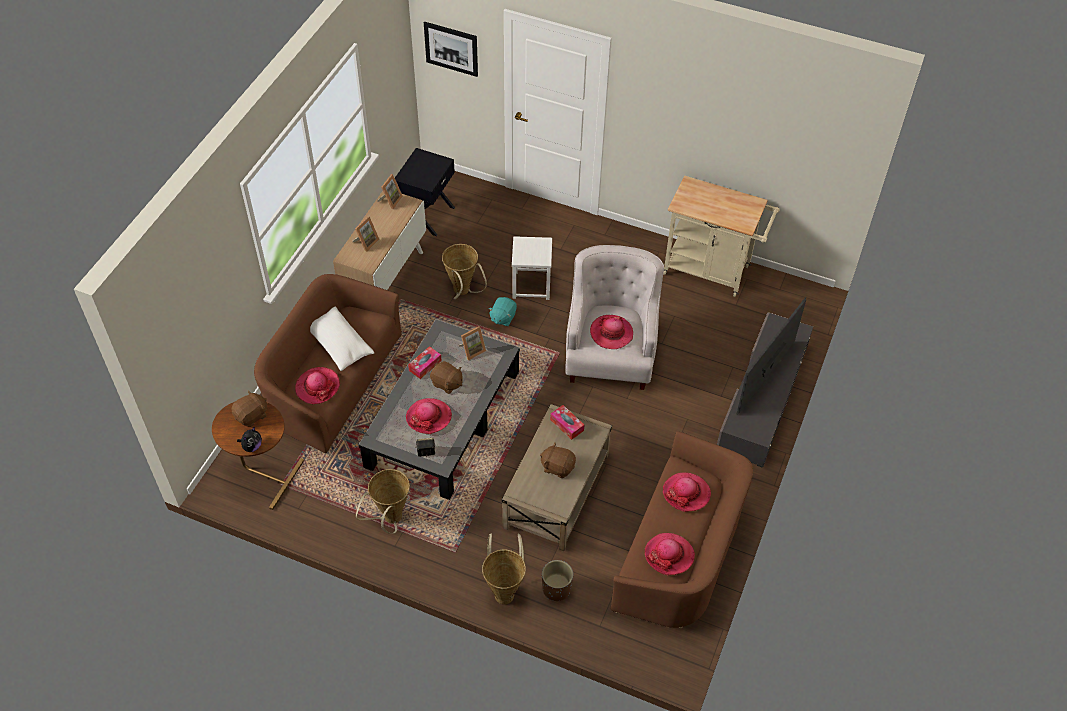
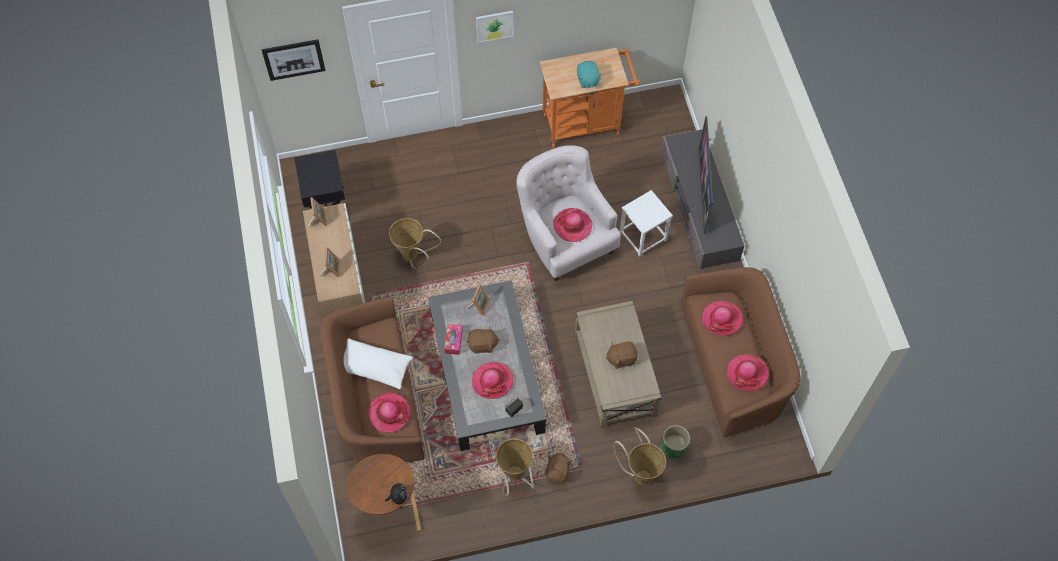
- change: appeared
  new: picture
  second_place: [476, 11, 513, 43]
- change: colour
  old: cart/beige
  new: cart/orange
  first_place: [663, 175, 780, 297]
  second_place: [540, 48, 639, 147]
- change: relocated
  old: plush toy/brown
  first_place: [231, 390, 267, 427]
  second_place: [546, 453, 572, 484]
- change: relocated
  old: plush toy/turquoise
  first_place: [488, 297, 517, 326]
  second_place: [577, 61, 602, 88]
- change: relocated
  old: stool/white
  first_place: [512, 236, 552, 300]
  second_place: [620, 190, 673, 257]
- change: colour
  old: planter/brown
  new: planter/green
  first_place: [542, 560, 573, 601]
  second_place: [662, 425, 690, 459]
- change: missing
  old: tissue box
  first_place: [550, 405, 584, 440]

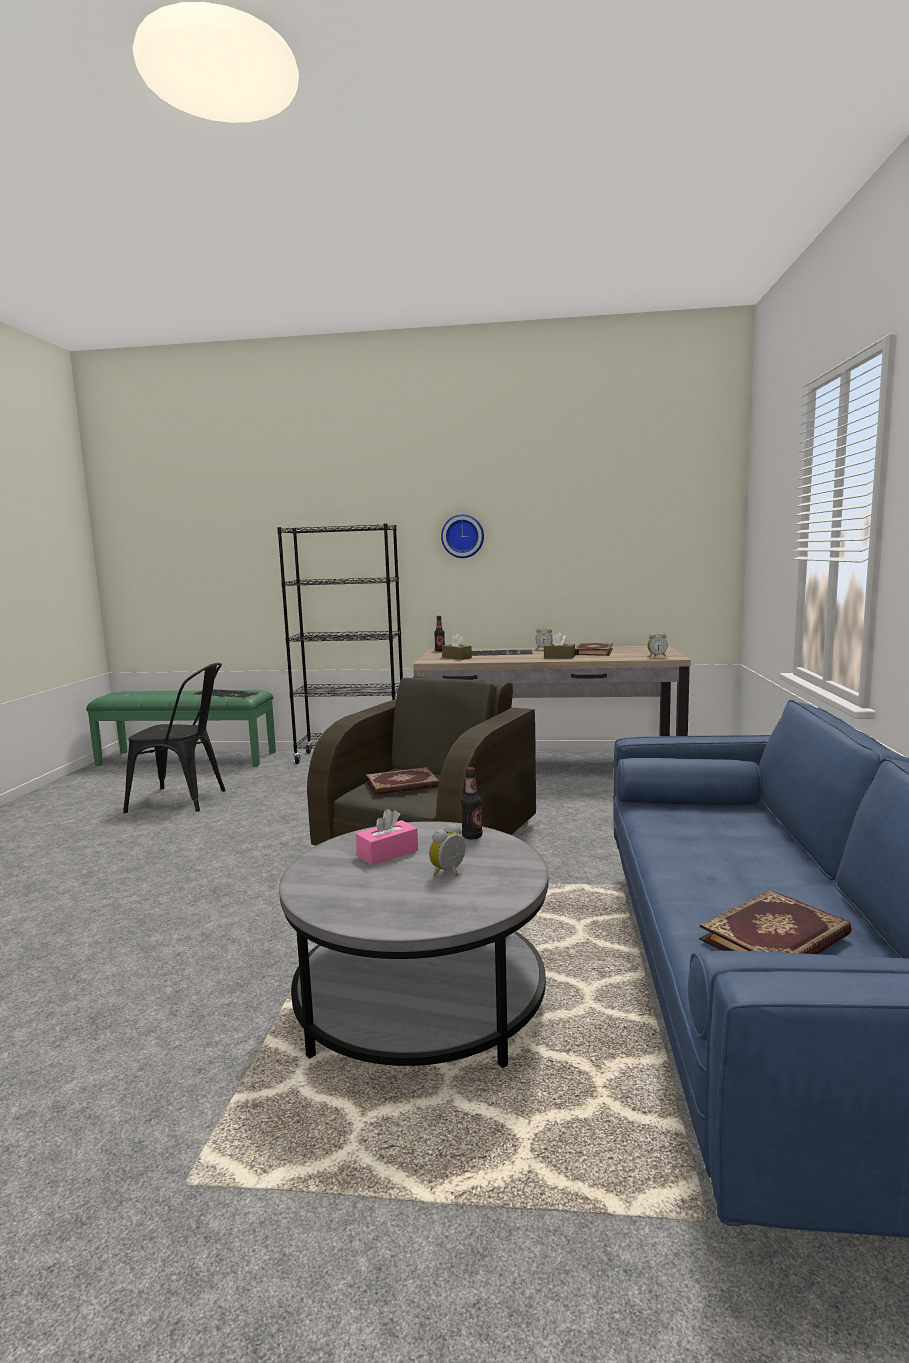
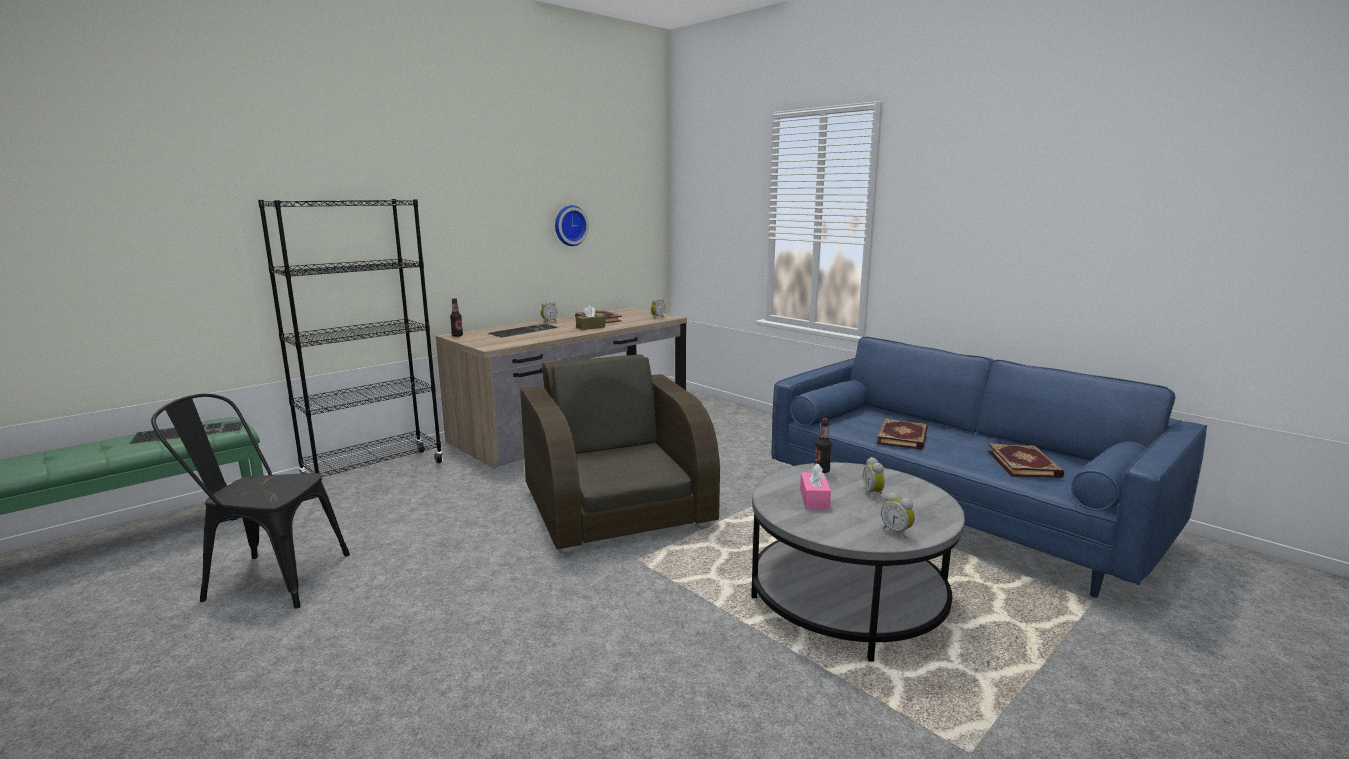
- change: spun
  old: chair/black
  first_place: [123, 663, 226, 813]
  second_place: [151, 393, 350, 609]
  degrees: -135
- change: relocated
  old: wall clock
  first_place: [441, 514, 484, 558]
  second_place: [555, 205, 589, 246]
- change: relocated
  old: book
  first_place: [366, 767, 439, 796]
  second_place: [877, 418, 928, 450]
- change: appeared
  new: alarm clock
  second_place: [881, 492, 915, 538]
- change: missing
  old: tissue box/brown
  first_place: [442, 634, 472, 660]

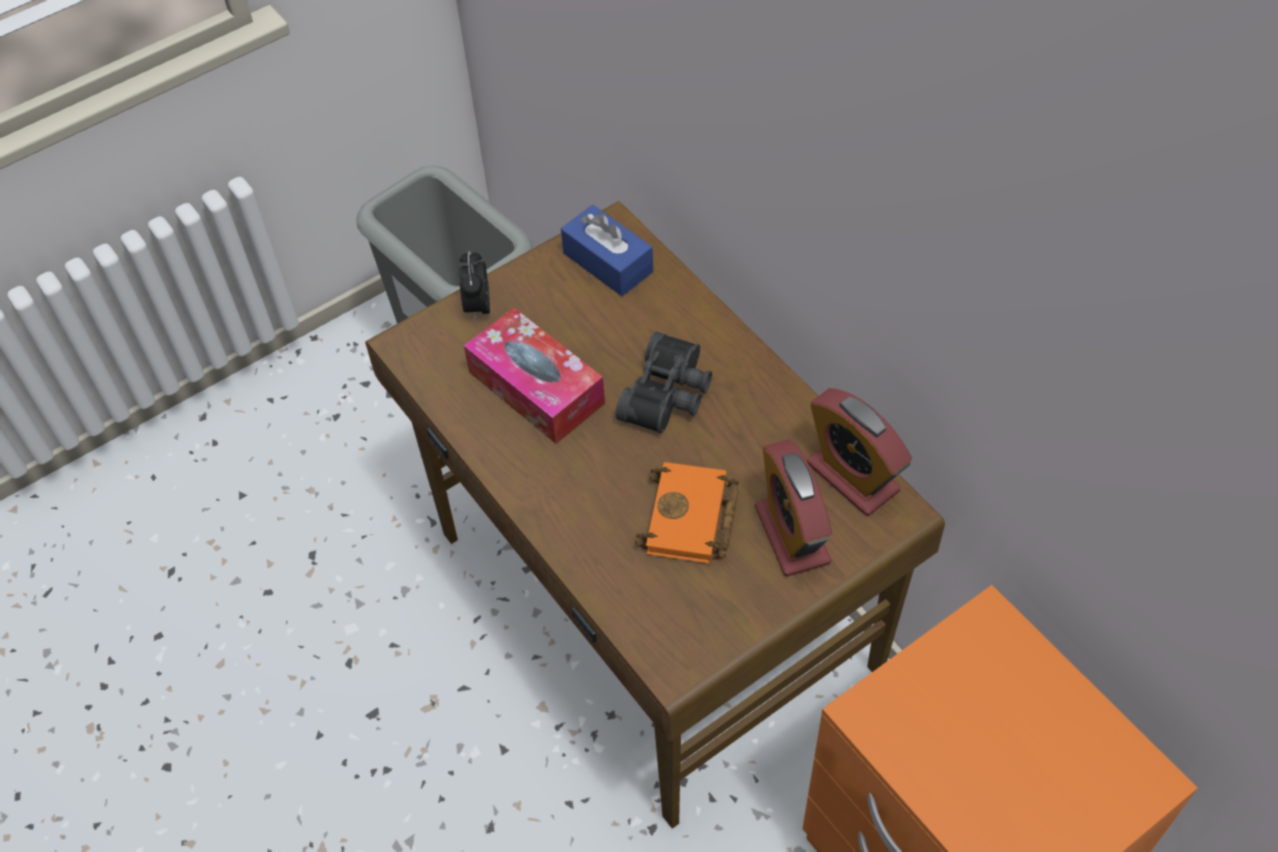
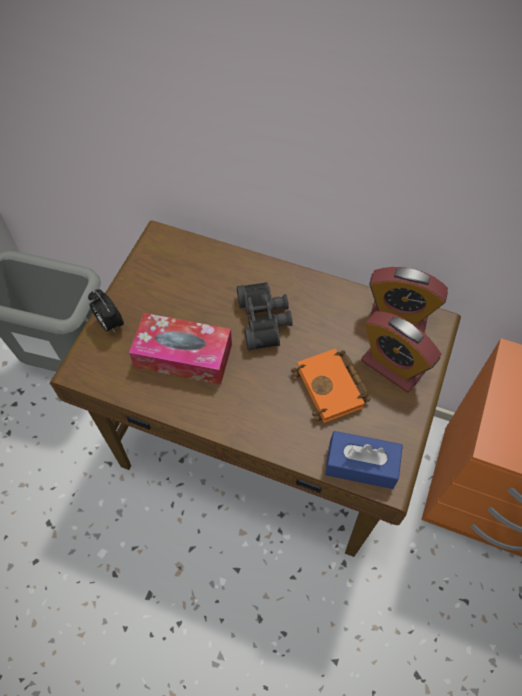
- change: relocated
  old: tissue box/blue
  first_place: [561, 205, 653, 296]
  second_place: [325, 431, 403, 489]

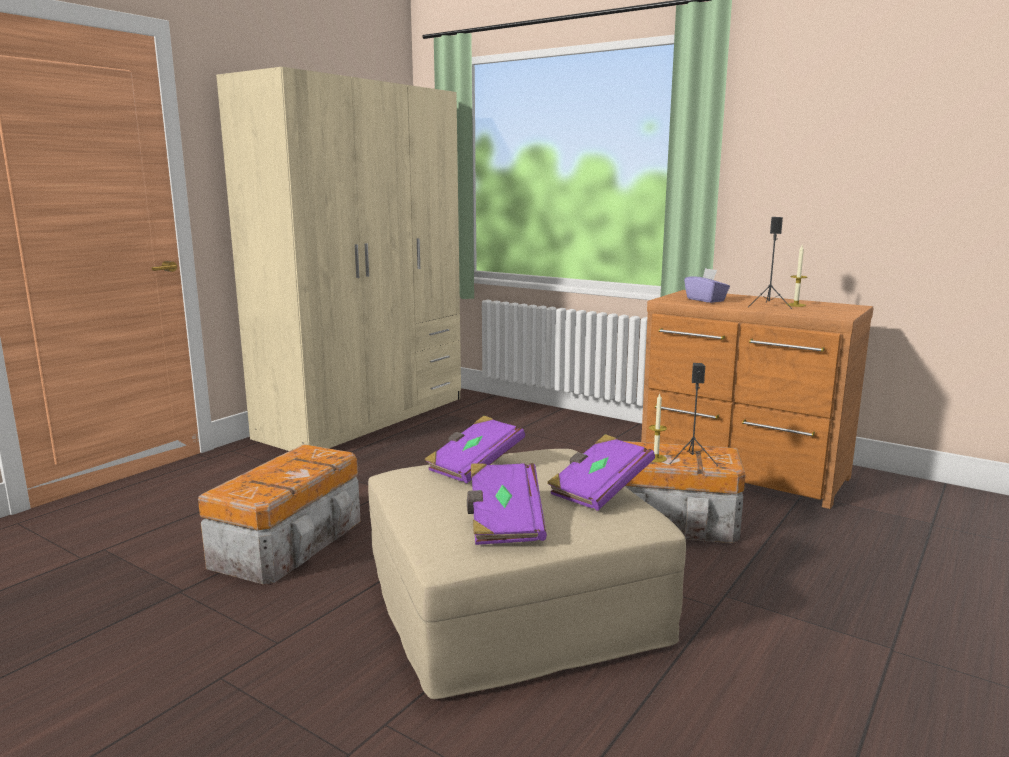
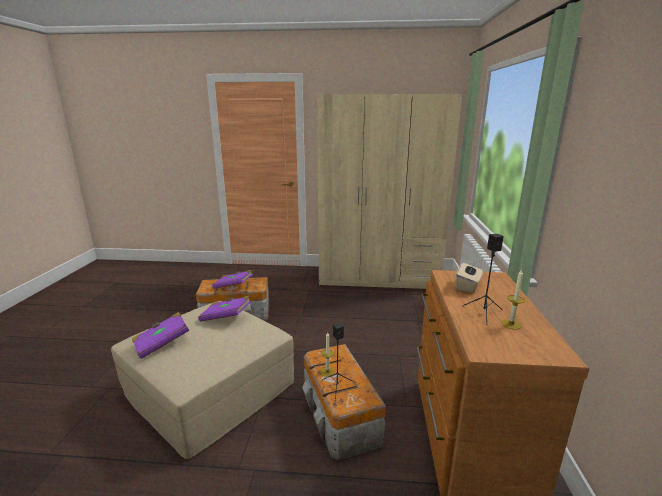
- change: relocated
  old: book/purple
  first_place: [547, 434, 655, 511]
  second_place: [212, 270, 253, 289]
- change: colour
  old: tissue box/purple
  new: tissue box/beige
  first_place: [684, 268, 730, 303]
  second_place: [456, 262, 483, 293]

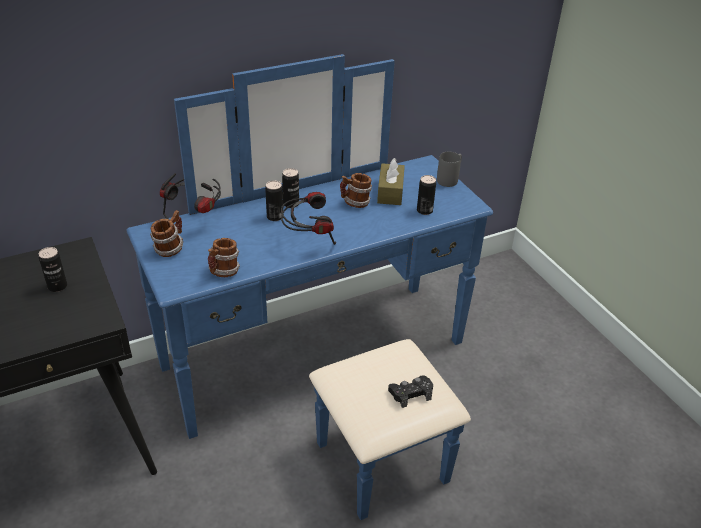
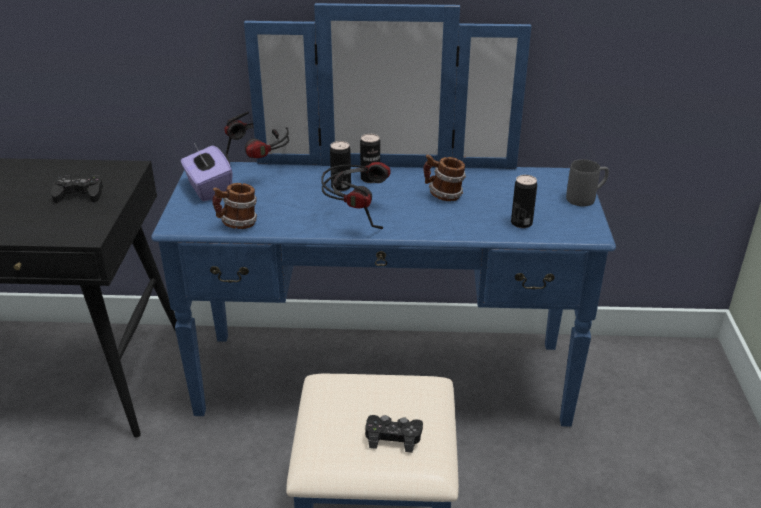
- change: exchanged
  old: can
  new: game controller/black
  first_place: [39, 247, 67, 292]
  second_place: [51, 175, 103, 203]
- change: exchanged
  old: mug
  new: tissue box/purple
  first_place: [150, 210, 183, 257]
  second_place: [181, 143, 233, 201]
- change: missing
  old: tissue box/brown
  first_place: [377, 158, 405, 205]

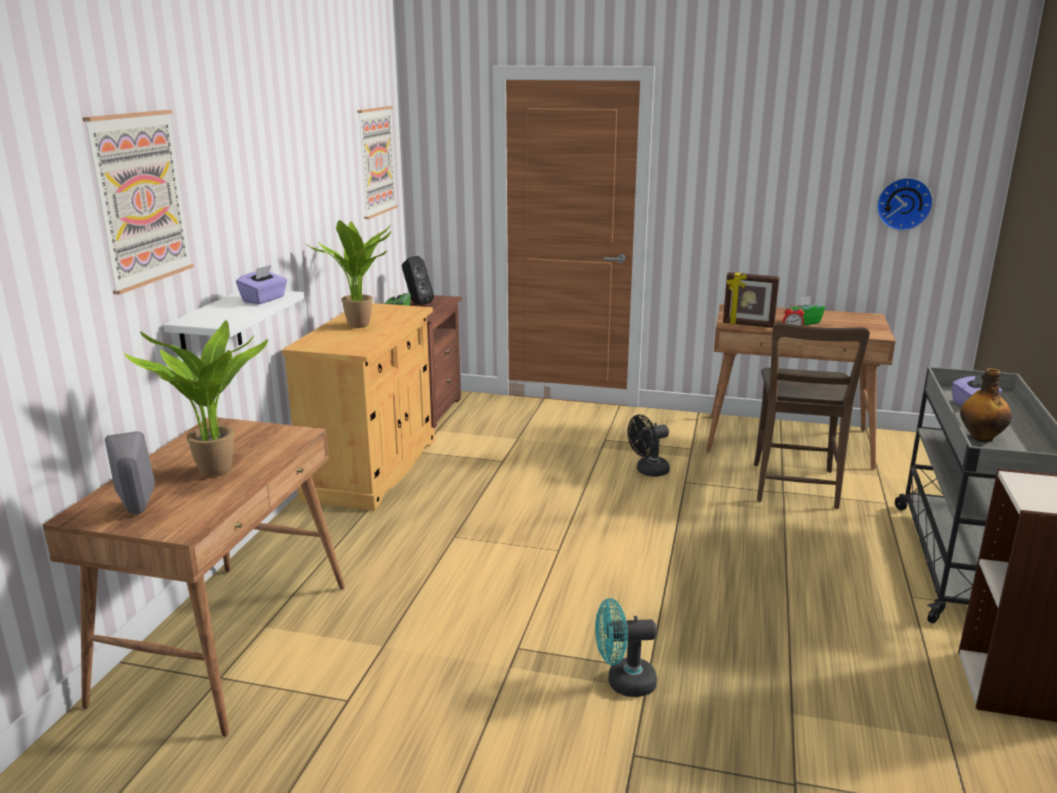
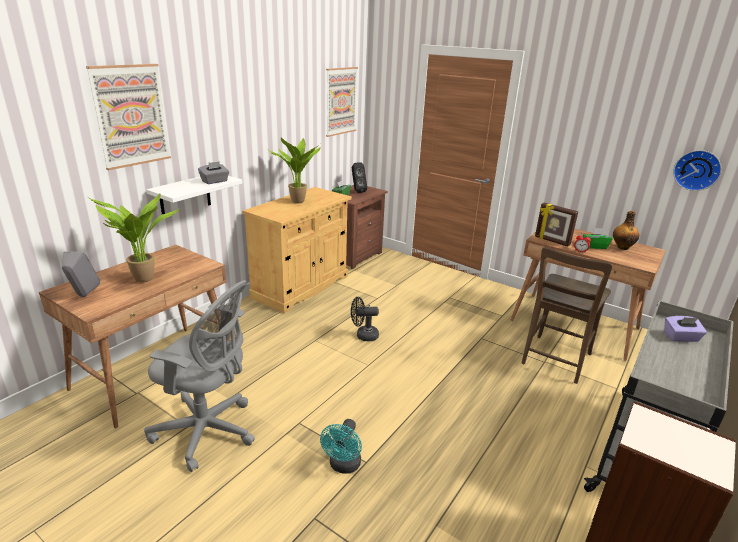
- change: appeared
  new: office chair/grey
  second_place: [144, 280, 255, 472]
- change: colour
  old: tissue box/purple
  new: tissue box/grey
  first_place: [236, 265, 287, 304]
  second_place: [198, 161, 229, 184]
- change: spun
  old: fan/turquoise
  first_place: [595, 598, 657, 697]
  second_place: [320, 419, 362, 474]
  degrees: -90
- change: relocated
  old: fan/black
  first_place: [628, 415, 670, 477]
  second_place: [351, 297, 379, 341]
- change: relocated
  old: bottle
  first_place: [960, 368, 1012, 442]
  second_place: [613, 211, 639, 250]

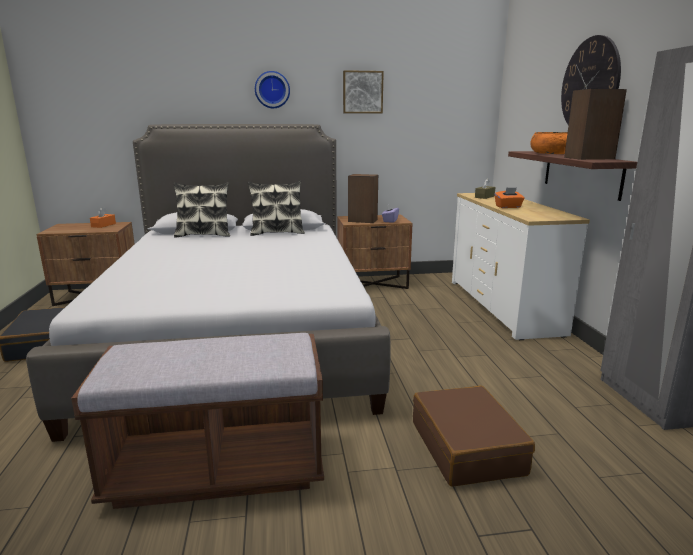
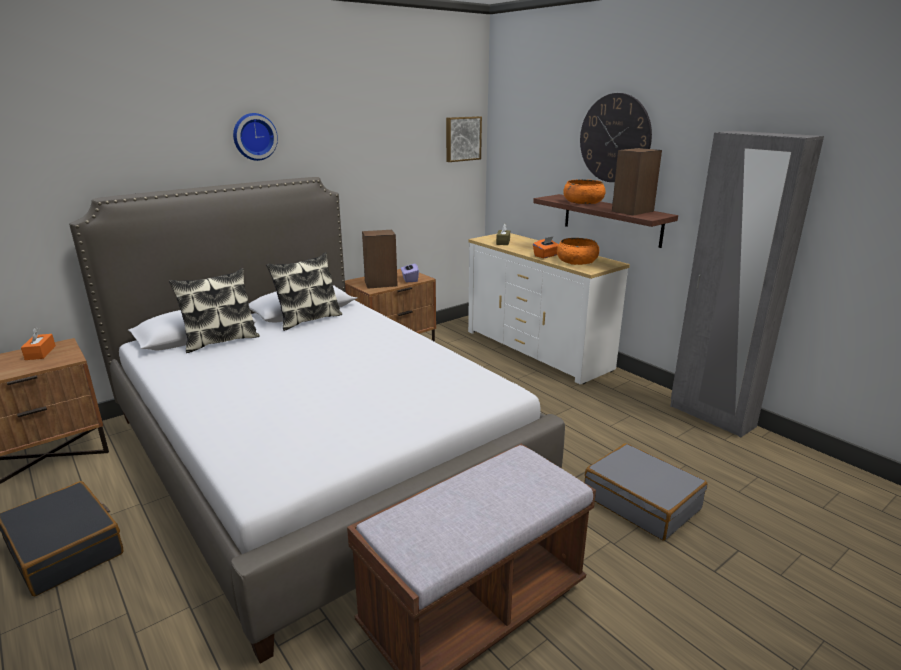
- change: relocated
  old: picture
  first_place: [343, 70, 384, 113]
  second_place: [446, 116, 482, 162]
- change: appeared
  new: bowl/orange
  second_place: [557, 238, 599, 265]
- change: colour
  old: suitcase/brown
  new: suitcase/grey
  first_place: [413, 386, 535, 487]
  second_place: [584, 443, 707, 540]

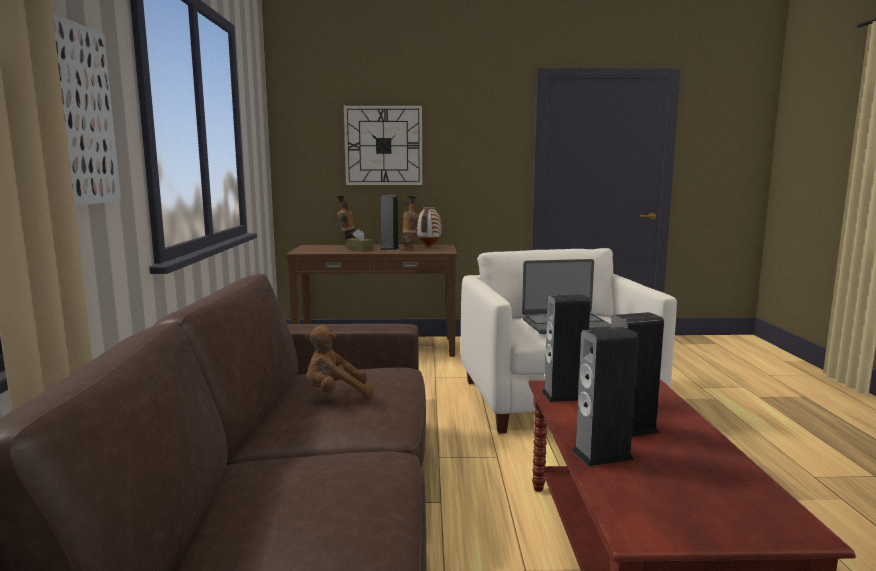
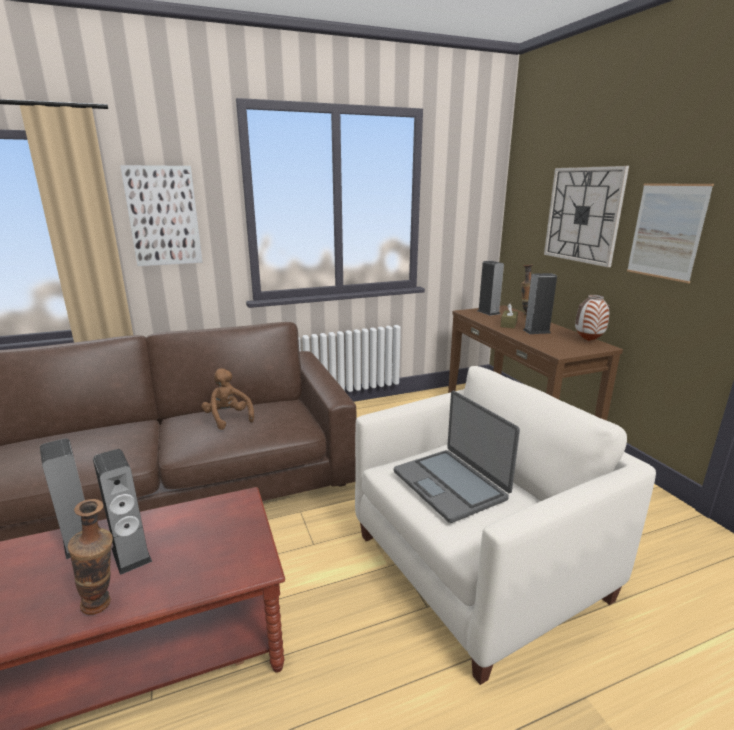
- change: relocated
  old: vase
  first_place: [402, 196, 419, 250]
  second_place: [68, 499, 113, 615]
- change: relocated
  old: speaker
  first_place: [542, 294, 591, 402]
  second_place: [478, 261, 504, 316]
- change: appeared
  new: picture
  second_place: [627, 183, 714, 283]

